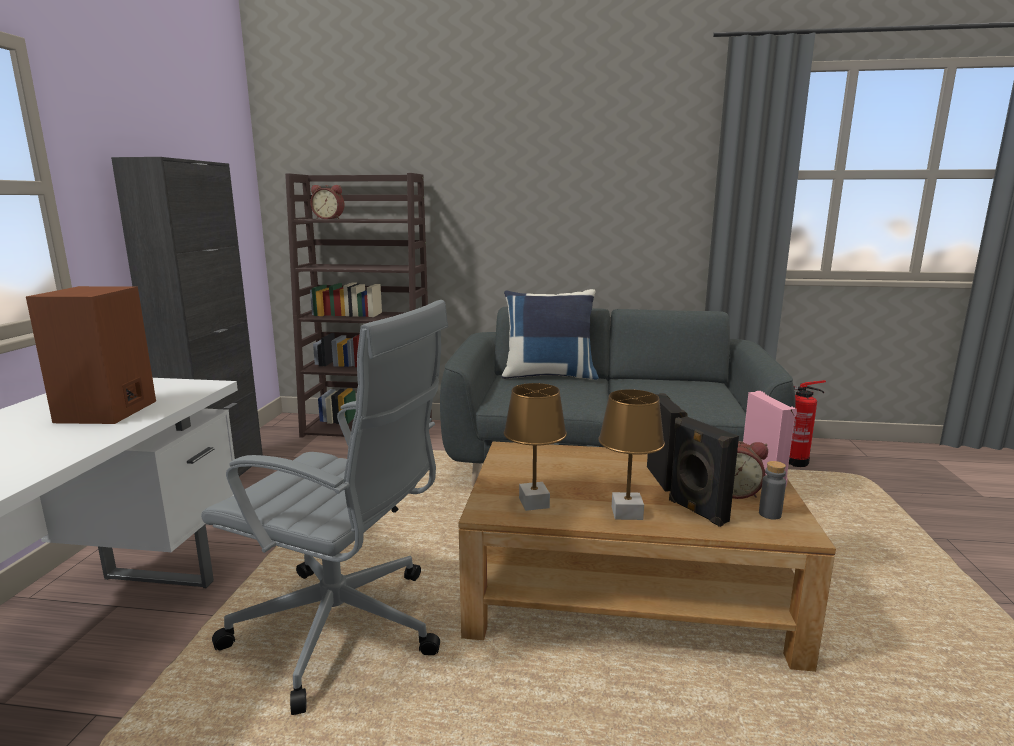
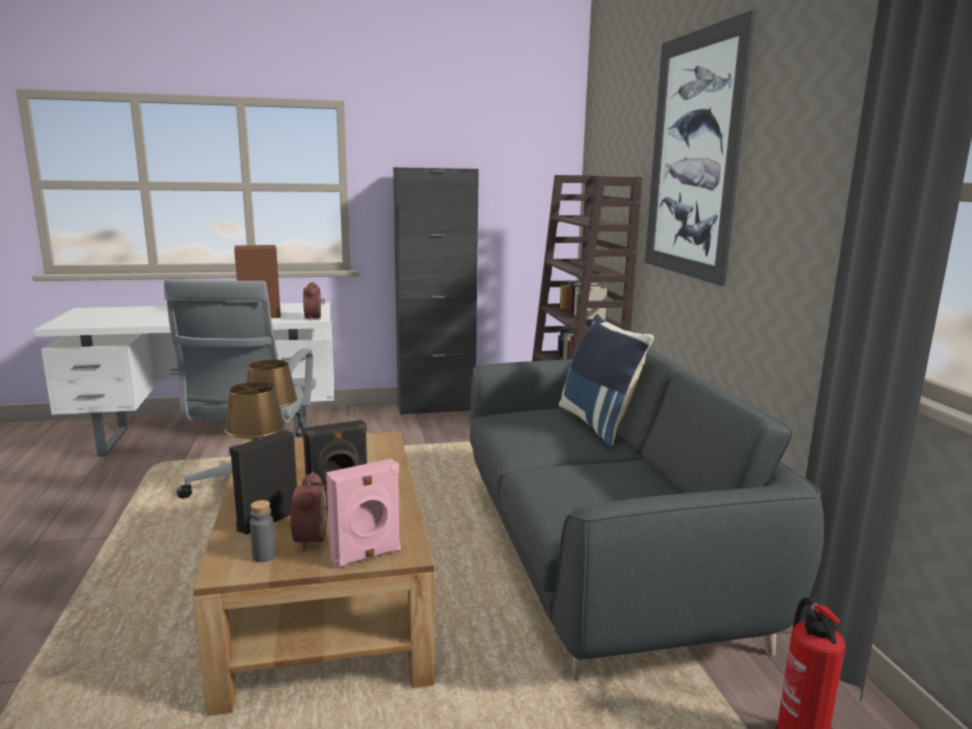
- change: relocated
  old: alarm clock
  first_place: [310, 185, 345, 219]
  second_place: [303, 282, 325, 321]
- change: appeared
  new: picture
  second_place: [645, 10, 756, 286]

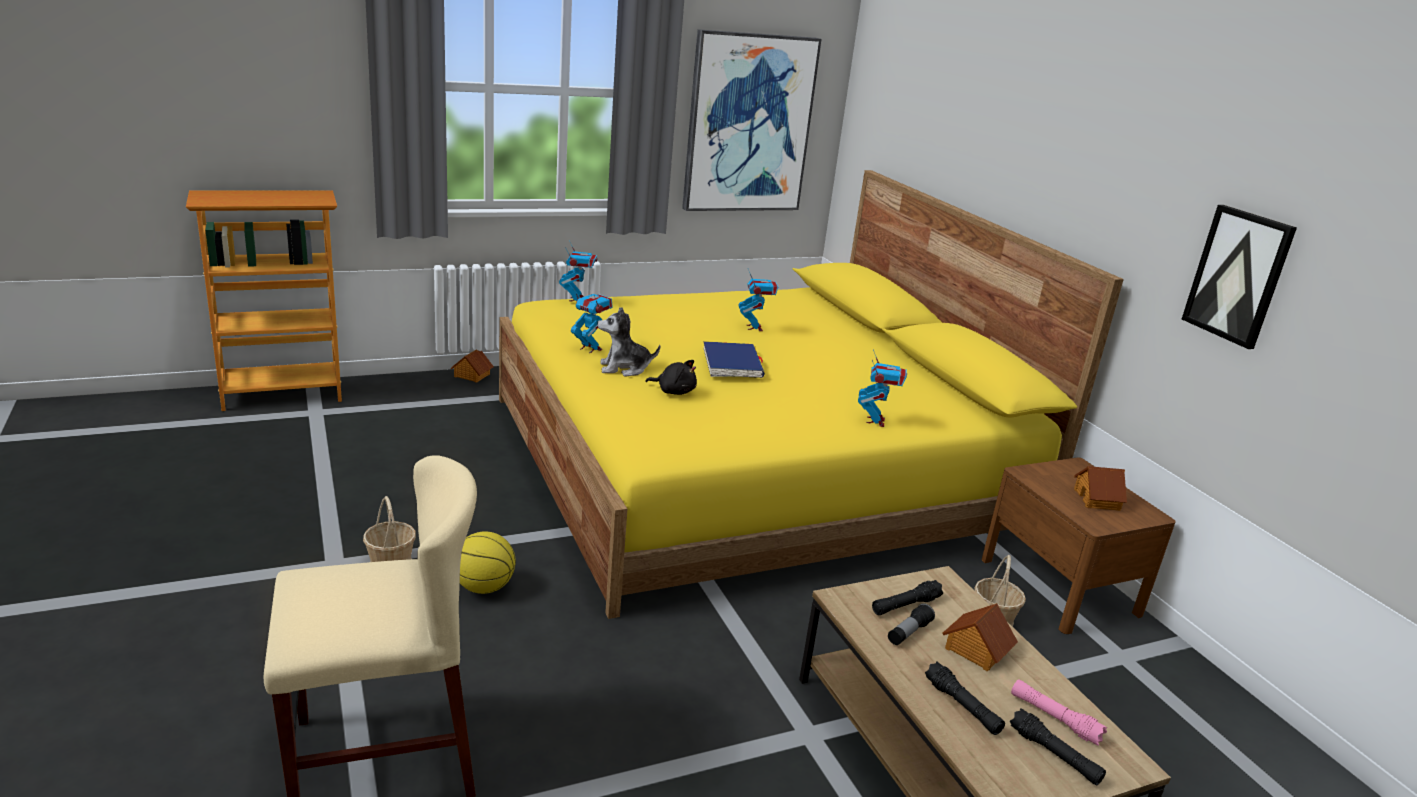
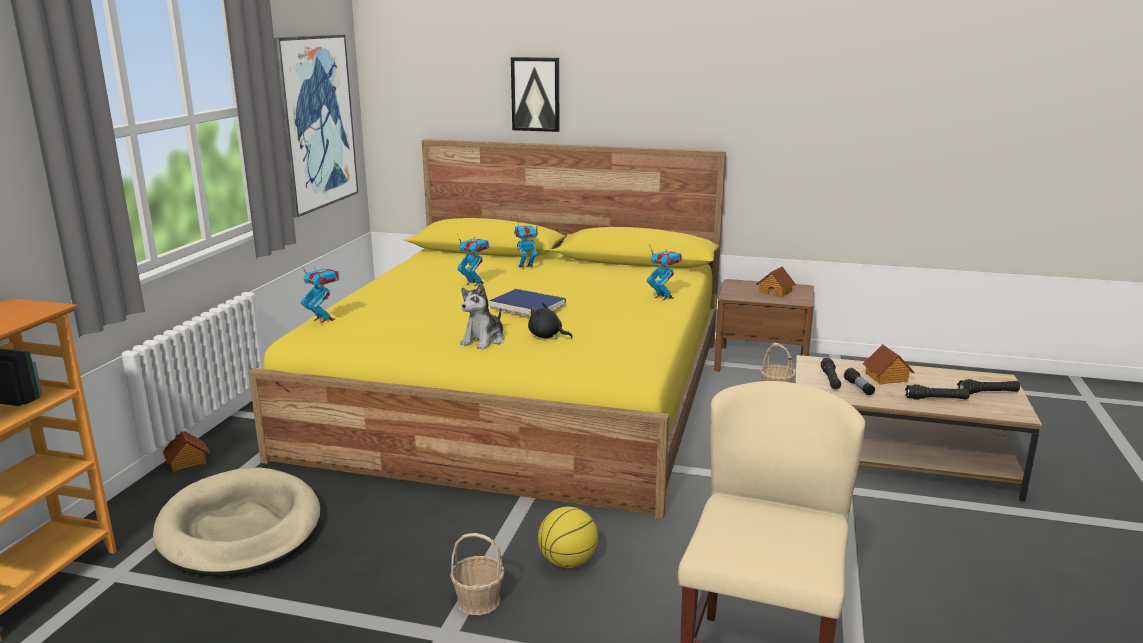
- change: appeared
  new: dog bed/beige
  second_place: [153, 467, 321, 577]
- change: relocated
  old: picture
  first_place: [1182, 205, 1297, 349]
  second_place: [511, 57, 560, 132]
- change: relocated
  old: toy robot
  first_place: [571, 288, 613, 353]
  second_place: [514, 223, 538, 270]
- change: spun
  old: plush toy/black
  first_place: [645, 360, 697, 395]
  second_place: [528, 303, 573, 339]
  degrees: -120
- change: missing
  old: flashlight/pink
  first_place: [1011, 679, 1107, 746]

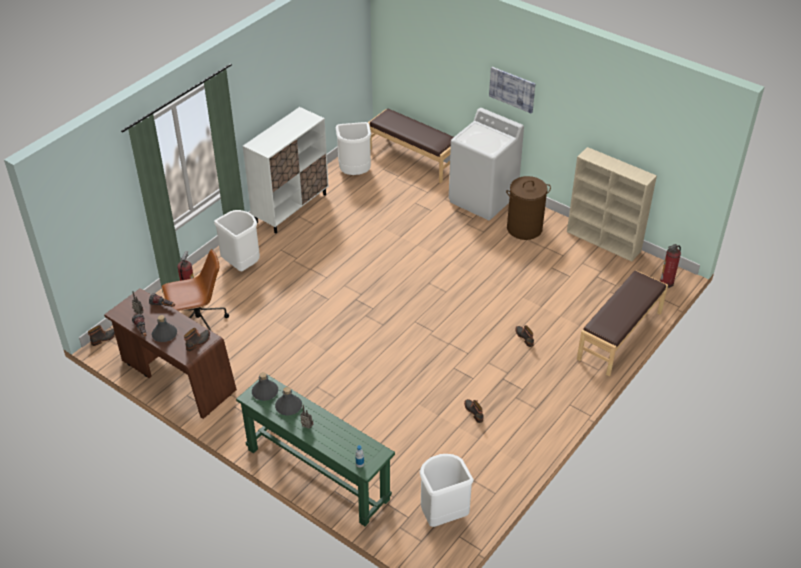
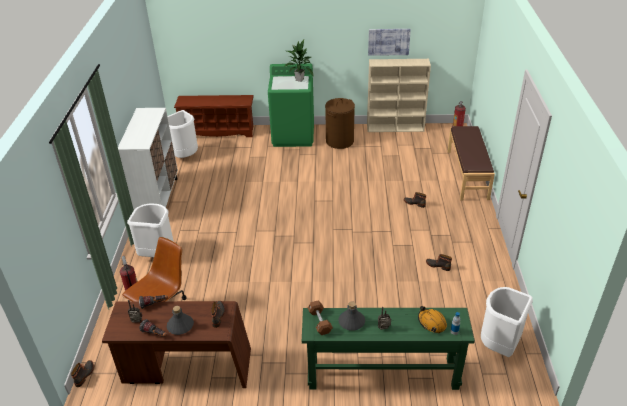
- change: exchanged
  old: bench/brown
  new: shoe rack/brown
  first_place: [368, 109, 454, 183]
  second_place: [174, 95, 254, 137]
- change: colour
  old: washing machine/white
  new: washing machine/green
  first_place: [449, 108, 524, 220]
  second_place: [268, 64, 314, 147]
- change: appeared
  new: potted plant
  second_place: [285, 40, 314, 82]
- change: exchanged
  old: bottle/grey
  new: dumbbell/brown
  first_place: [252, 372, 278, 401]
  second_place: [308, 300, 333, 335]
- change: relocated
  old: picture
  first_place: [489, 67, 535, 113]
  second_place: [368, 29, 411, 56]
- change: appeared
  new: hard hat/orange
  second_place: [418, 306, 447, 333]

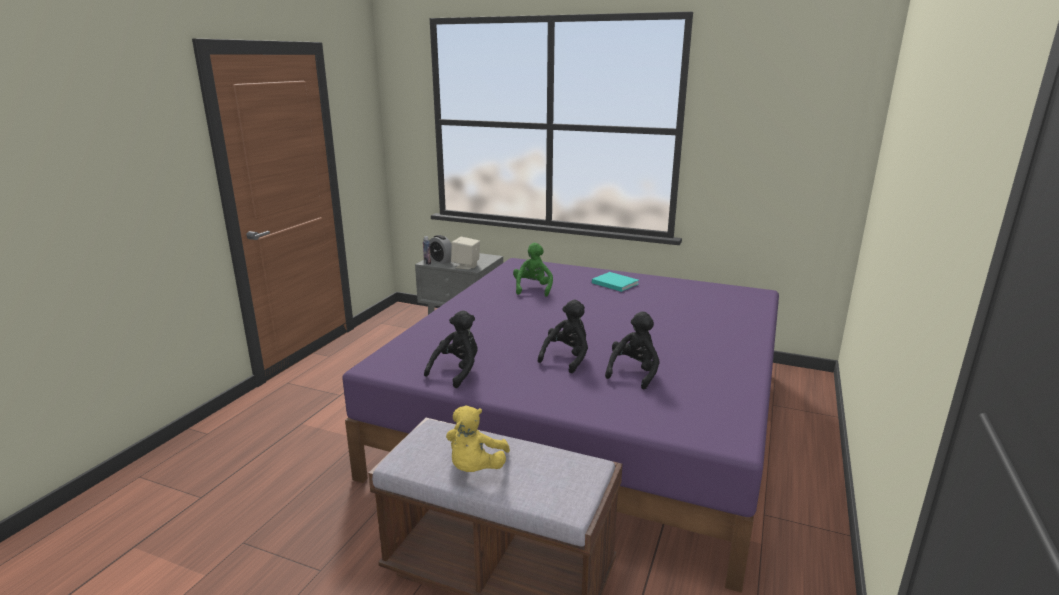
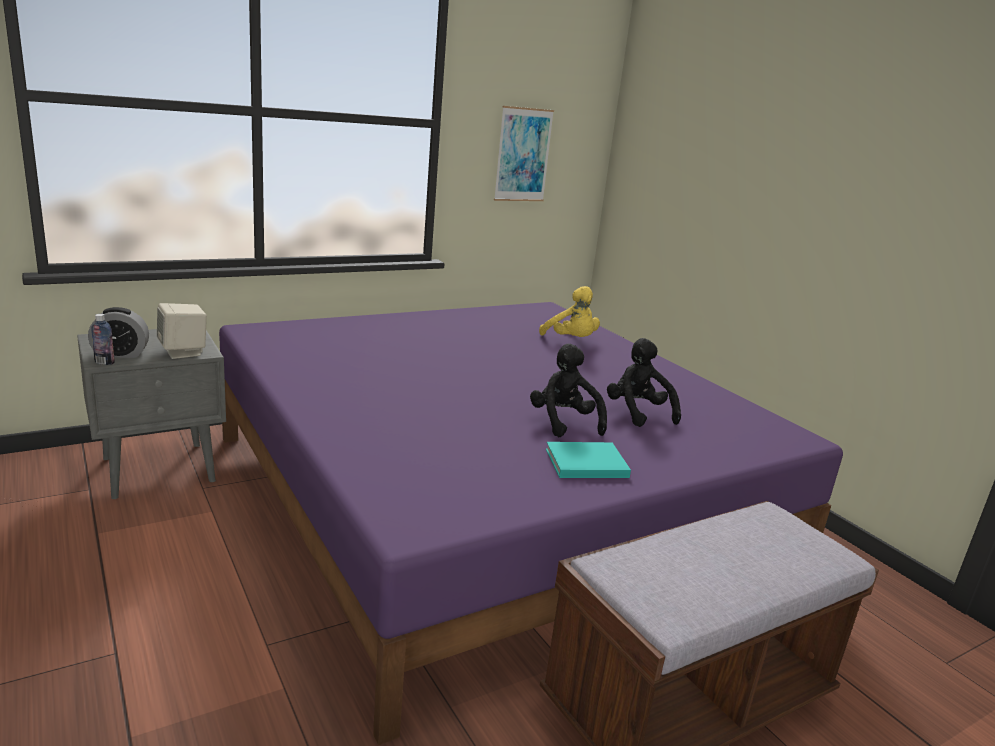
- change: appeared
  new: picture
  second_place: [494, 106, 554, 201]
- change: relocated
  old: plush toy/yellow
  first_place: [446, 405, 510, 472]
  second_place: [539, 286, 600, 337]
- change: relocated
  old: book/turquoise
  first_place: [592, 272, 639, 292]
  second_place: [546, 442, 631, 478]
- change: missing
  old: plush toy/black
  first_place: [424, 310, 478, 388]
- change: missing
  old: plush toy/green
  first_place: [513, 243, 553, 297]

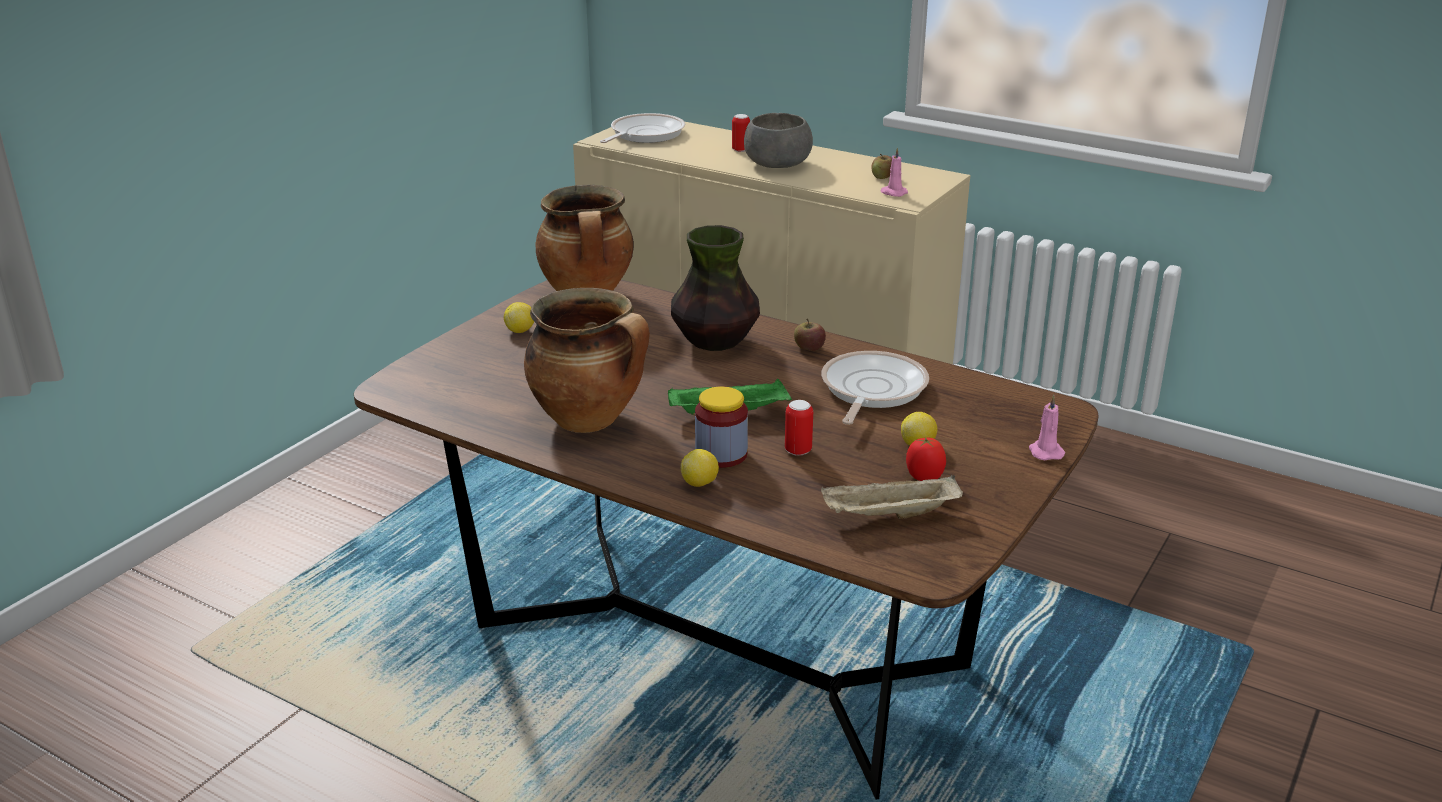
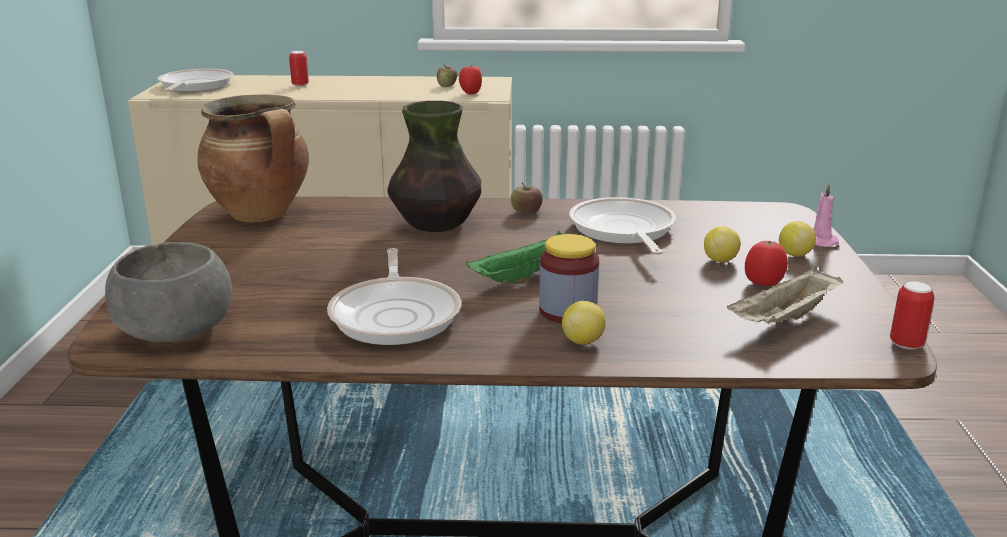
- change: relocated
  old: bowl/grey
  first_place: [744, 113, 813, 168]
  second_place: [105, 242, 232, 342]
- change: exchanged
  old: cooking pot
  new: frying pan
  first_place: [524, 288, 650, 433]
  second_place: [327, 248, 461, 345]
- change: exchanged
  old: candle/pink
  new: tomato
  first_place: [880, 148, 908, 197]
  second_place: [459, 65, 482, 94]
- change: relocated
  old: lemon
  first_place: [504, 302, 534, 333]
  second_place: [779, 221, 816, 256]
- change: relocated
  old: can
  first_place: [785, 400, 813, 456]
  second_place: [890, 282, 934, 350]

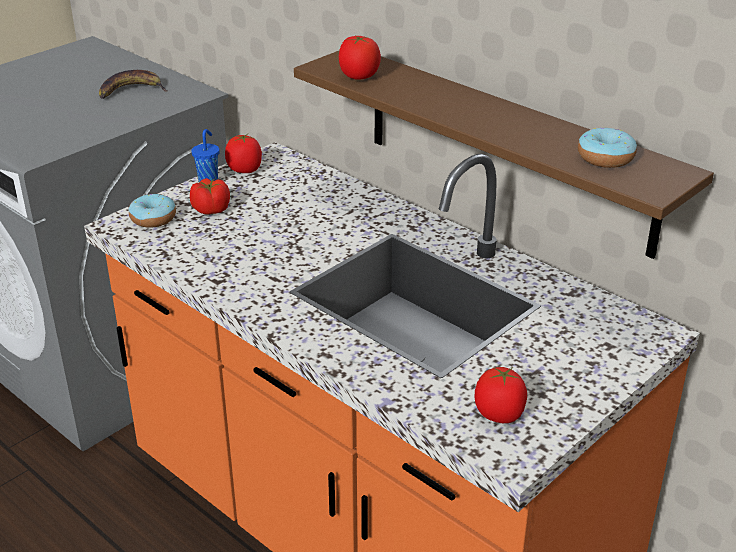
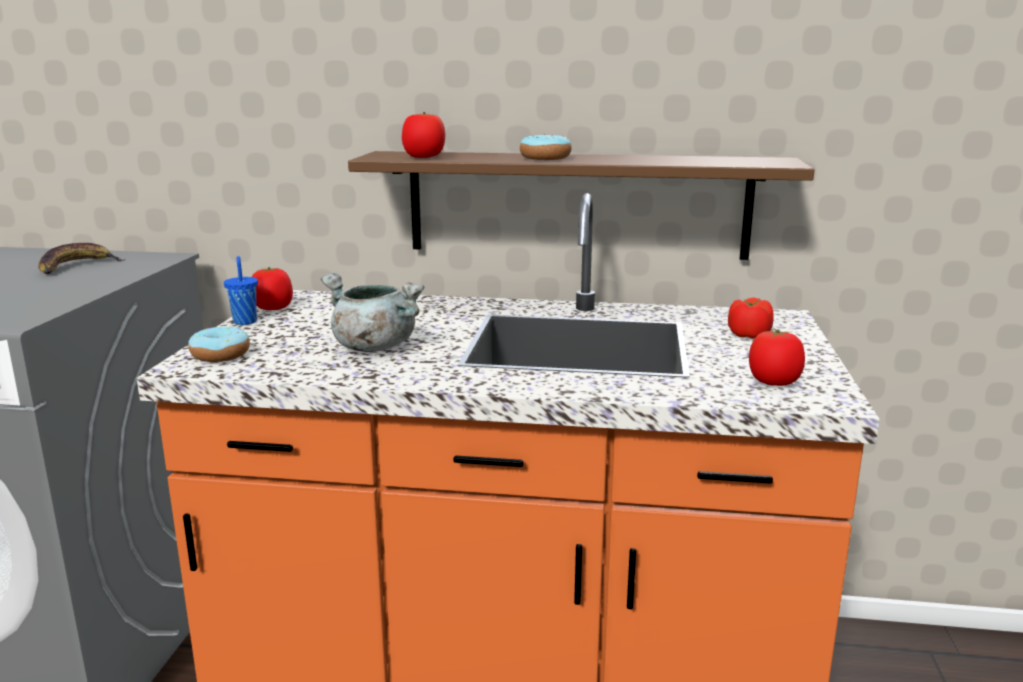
- change: appeared
  new: cooking pot/grey
  second_place: [321, 273, 424, 352]
- change: relocated
  old: donut
  first_place: [578, 128, 637, 168]
  second_place: [520, 135, 572, 160]
- change: relocated
  old: tomato
  first_place: [190, 178, 230, 214]
  second_place: [728, 297, 773, 339]

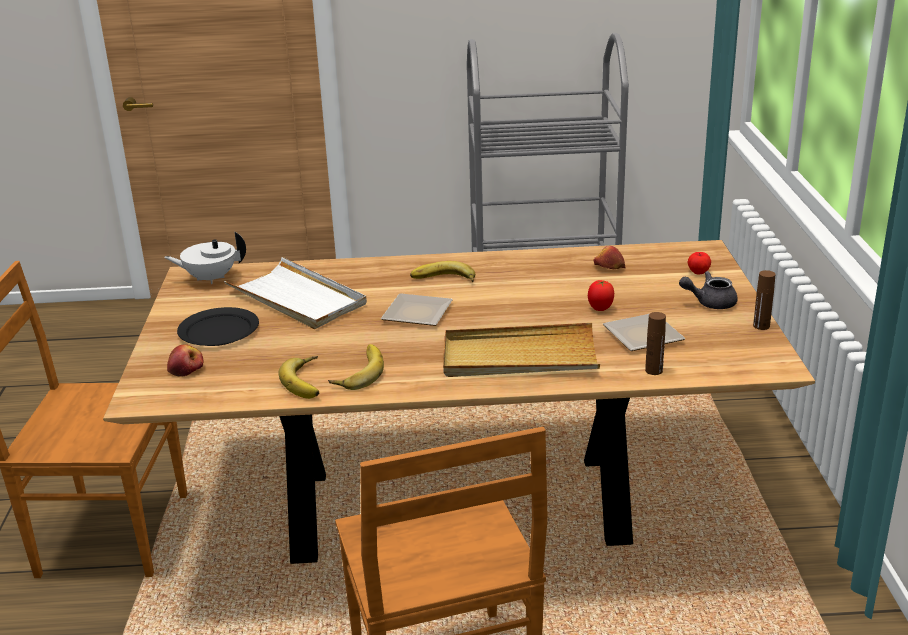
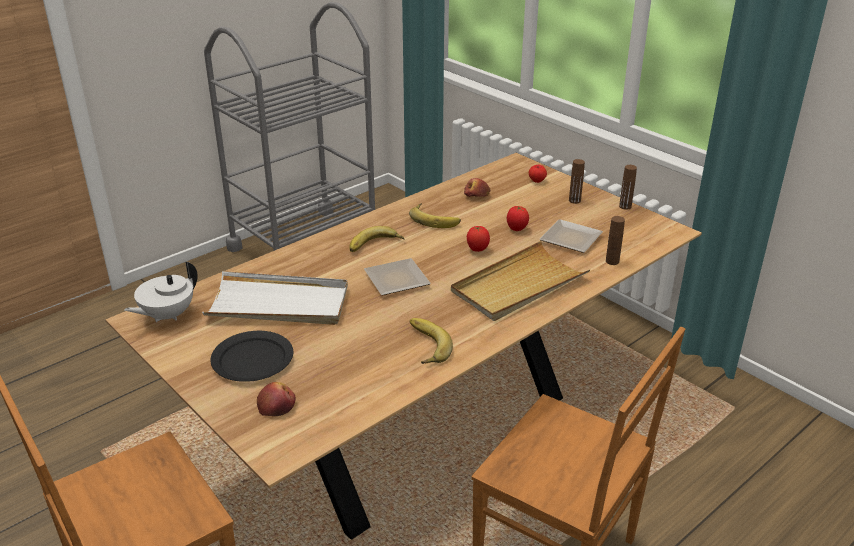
- change: relocated
  old: banana
  first_place: [278, 356, 319, 399]
  second_place: [409, 203, 461, 228]
- change: appeared
  new: tomato
  second_place: [467, 226, 490, 252]
- change: exchanged
  old: teapot/grey
  new: bottle/brown
  first_place: [679, 271, 738, 309]
  second_place: [569, 159, 585, 204]

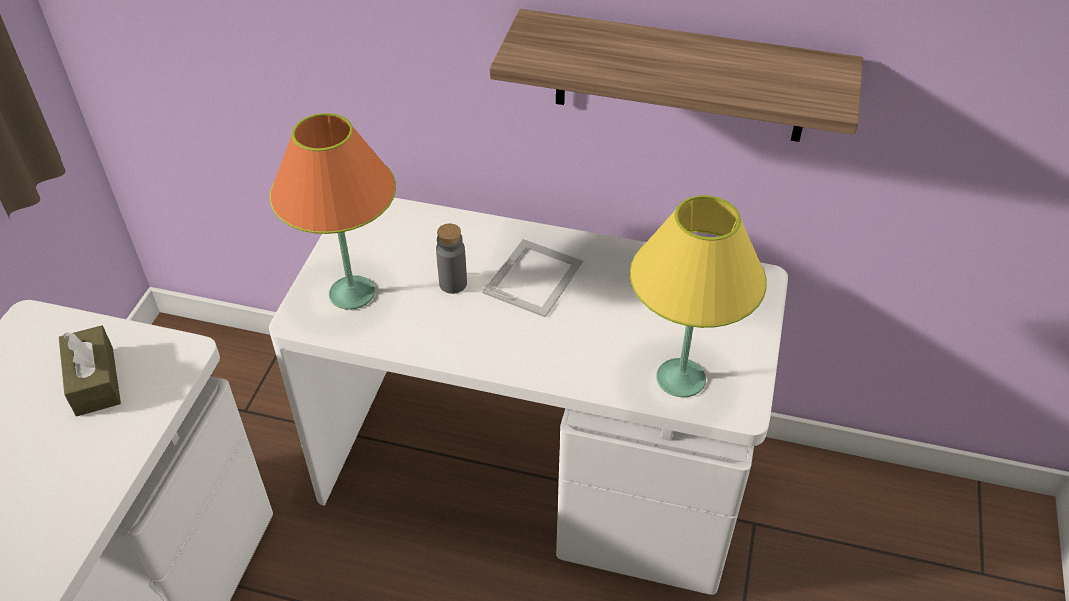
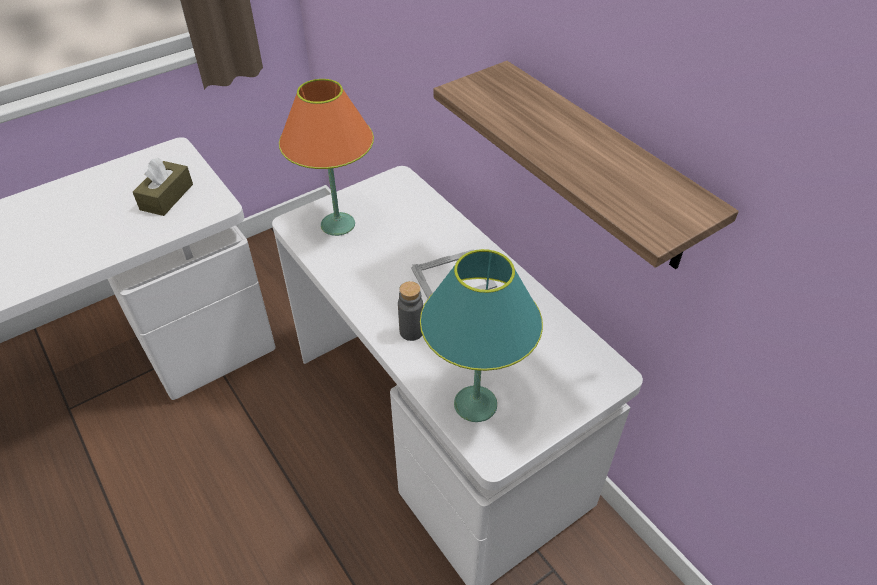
- change: relocated
  old: bottle/grey
  first_place: [436, 223, 467, 294]
  second_place: [398, 281, 423, 341]
- change: colour
  old: table lamp/yellow
  new: table lamp/turquoise
  first_place: [630, 195, 767, 397]
  second_place: [420, 249, 543, 422]

